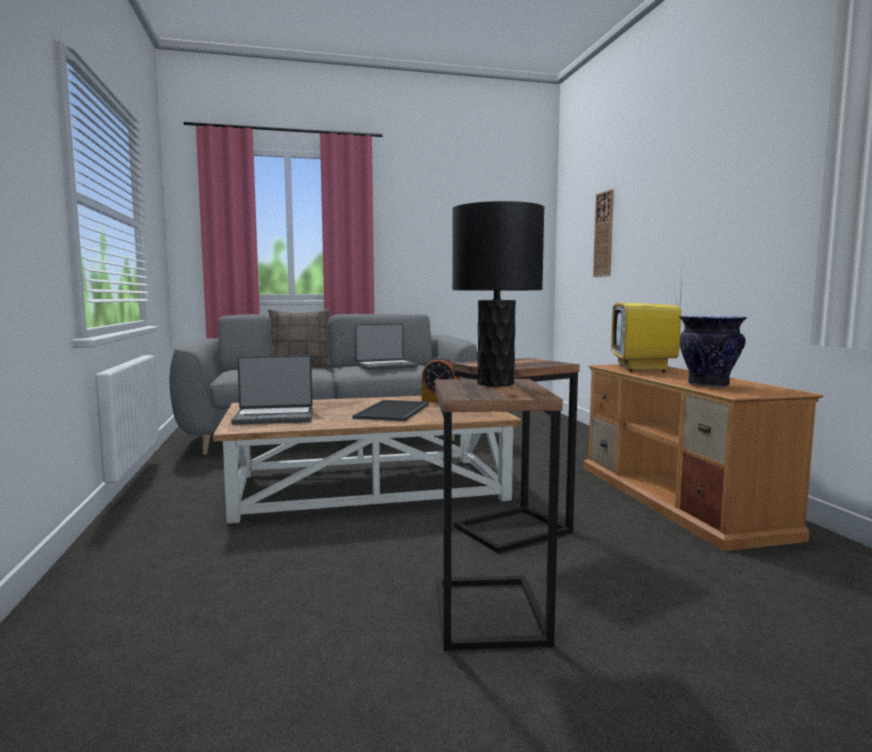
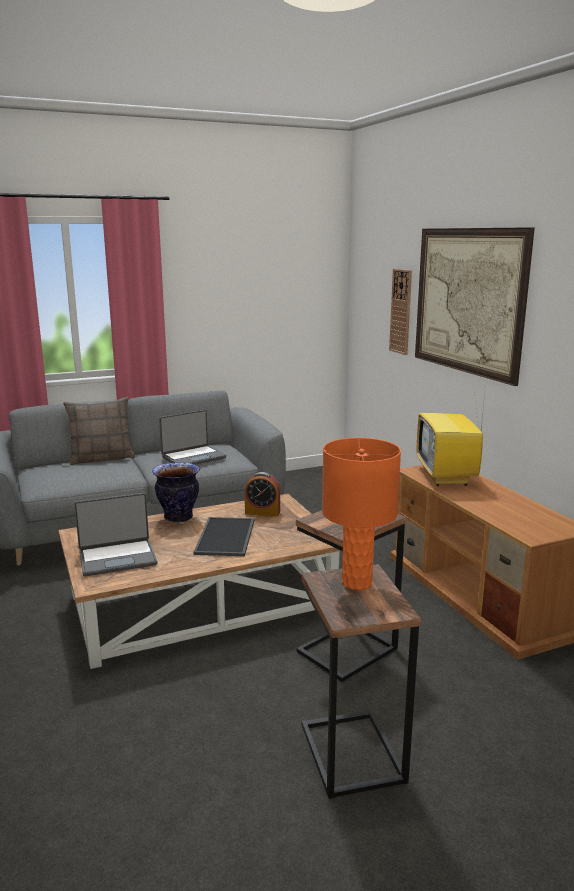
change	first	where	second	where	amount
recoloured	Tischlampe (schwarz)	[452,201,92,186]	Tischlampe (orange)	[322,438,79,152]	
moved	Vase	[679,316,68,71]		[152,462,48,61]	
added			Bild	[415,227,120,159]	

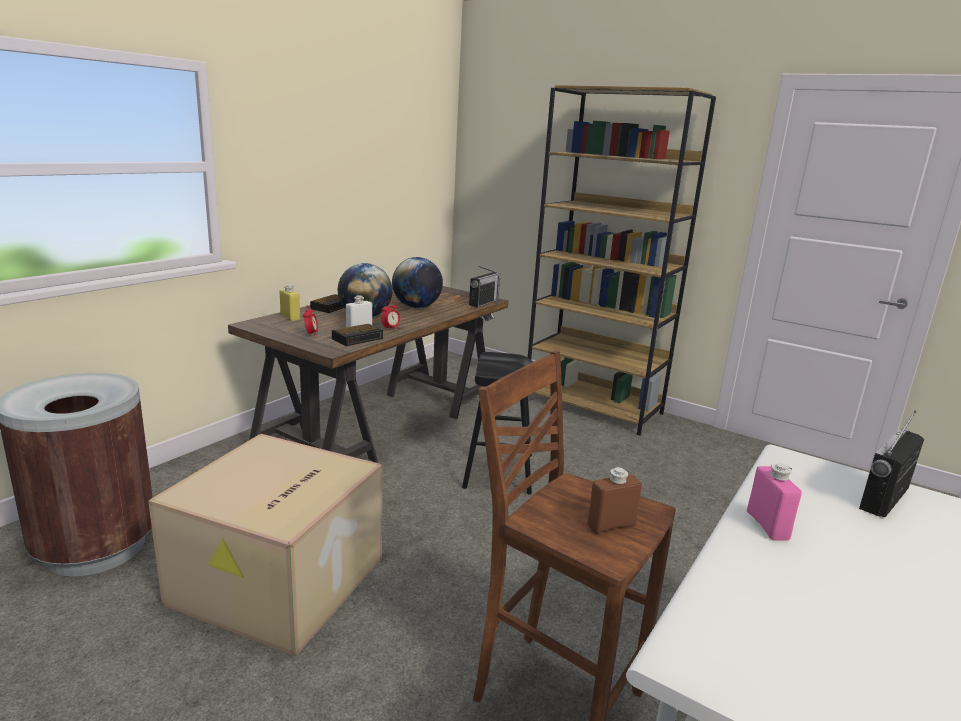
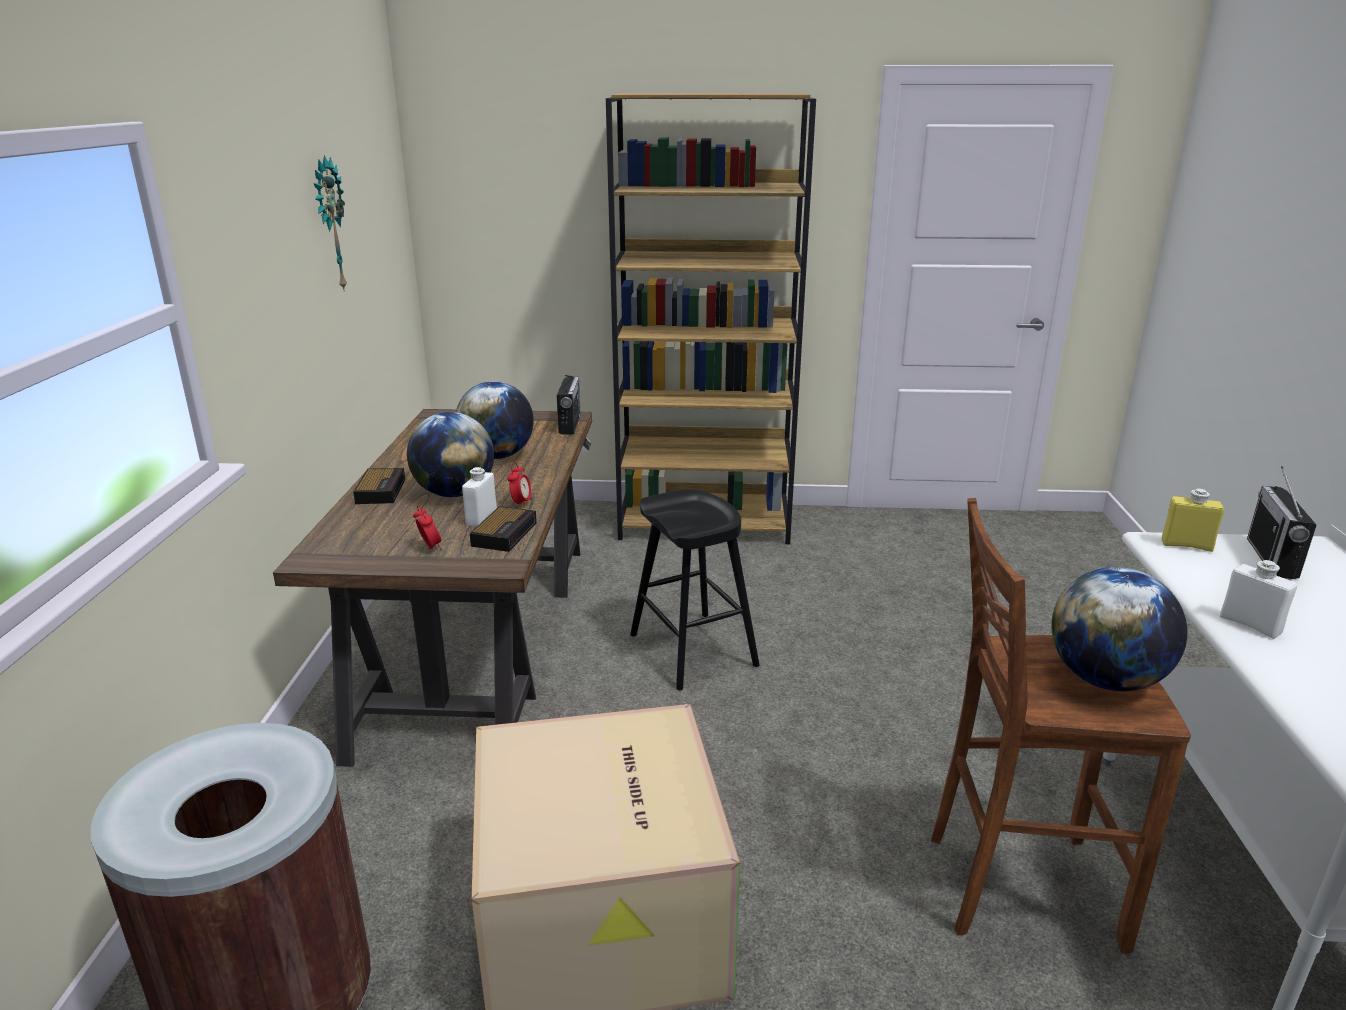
change	first	where	second	where	amount
moved	Flasche (gelb)	[280,285,20,36]		[1162,488,62,64]	
replaced	Flasche (braun)	[588,467,54,66]	Globus	[1051,567,137,124]	
recoloured	Flasche (rosa)	[747,463,55,78]	Flasche (weiß)	[1220,560,77,79]	
added			Wanduhr	[314,155,33,137]	

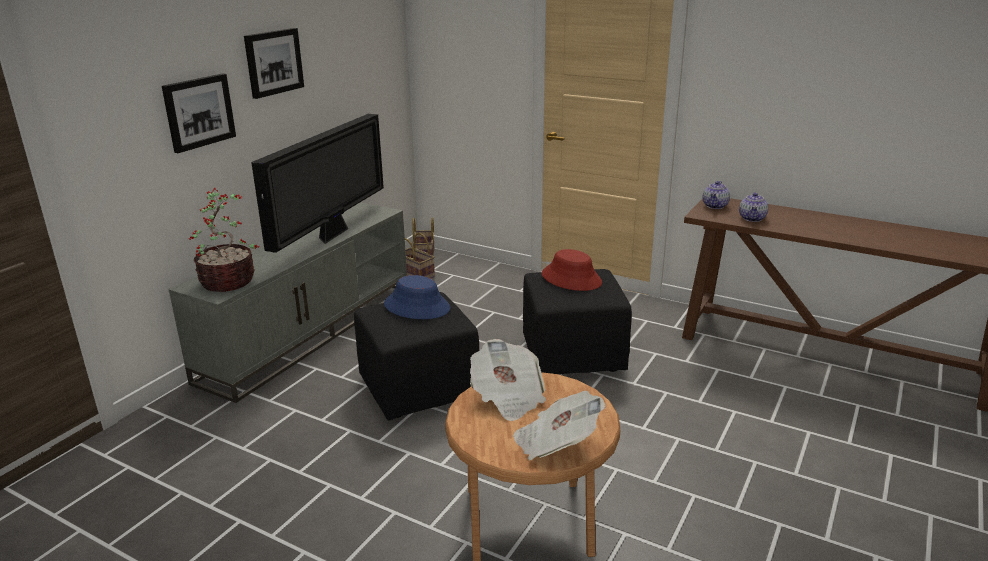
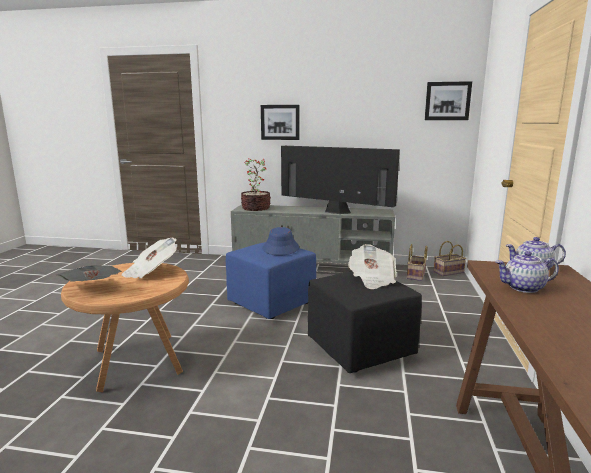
change	first	where	second	where	amount
moved	Bild	[244,28,60,71]		[425,81,47,39]	
turned	Fernseher	[251,114,133,139]		[281,146,119,68]	150 degrees counterclockwise
recoloured	Polsterhocker (schwarz)	[354,292,125,129]	Polsterhocker (blau)	[226,242,90,77]	
replaced	Hut (rot)	[542,249,60,42]	Zeitung	[348,244,49,45]	

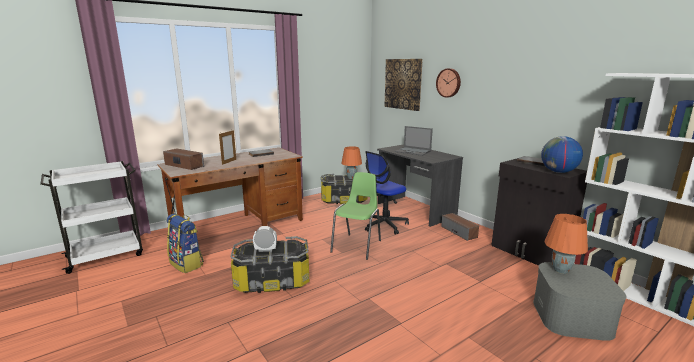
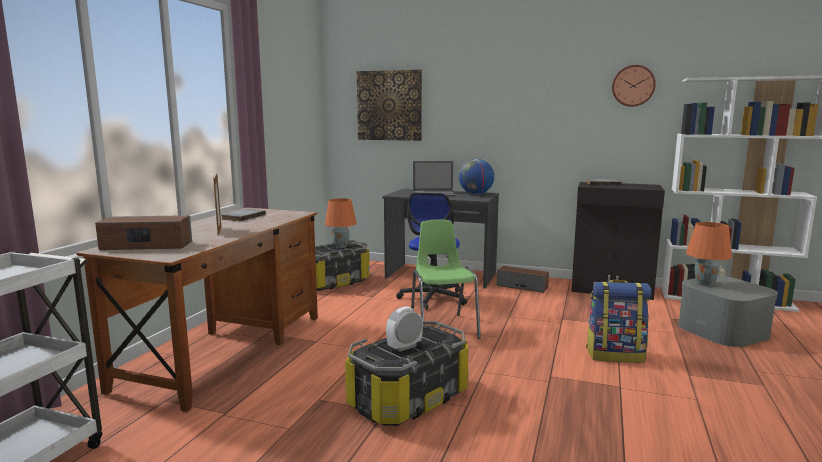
change	first	where	second	where	amount
moved	Rucksack	[167,214,37,59]		[586,280,65,83]	
moved	Wanduhr	[436,68,25,30]		[612,65,44,42]	
moved	Globus	[541,136,42,37]		[459,159,35,36]	

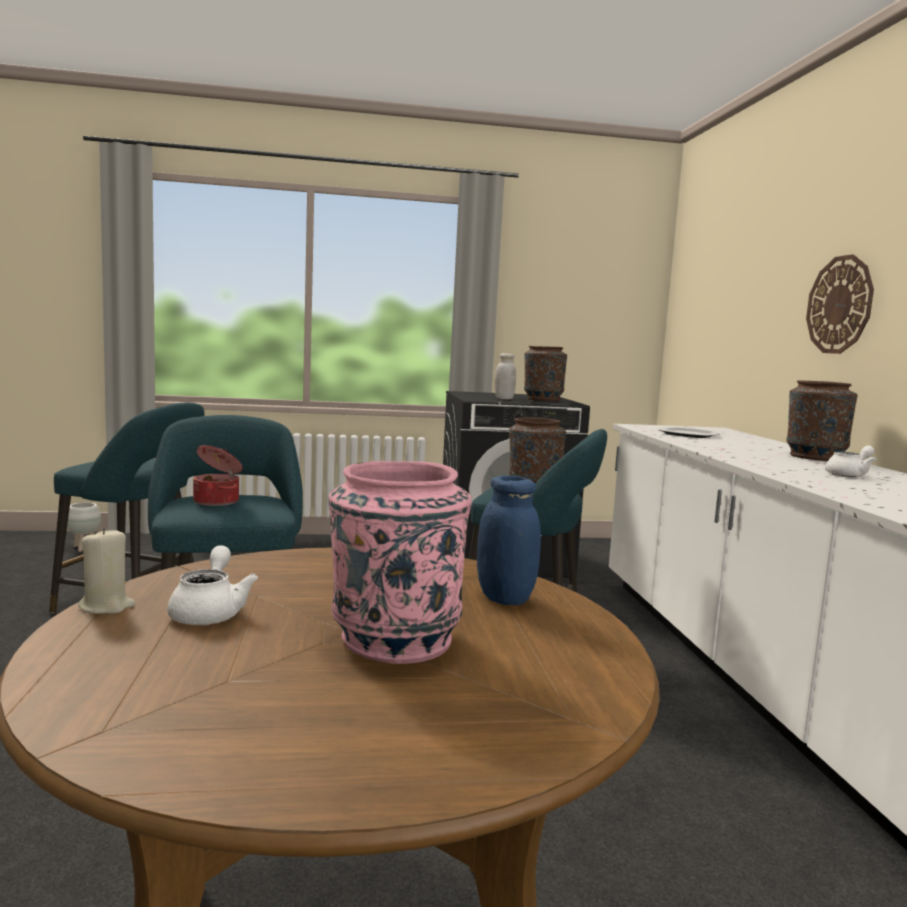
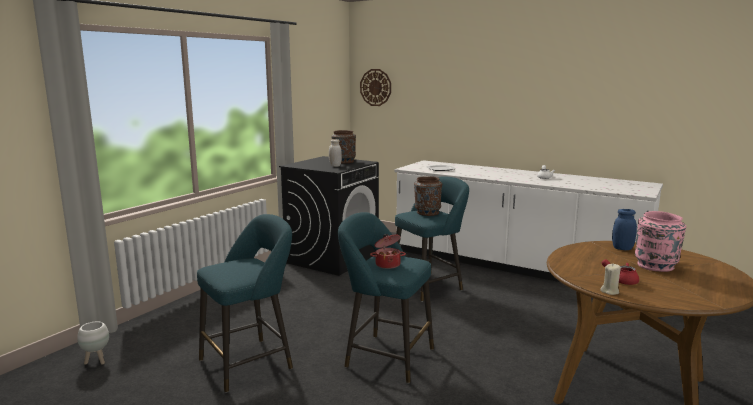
change	first	where	second	where	amount
recoloured	Teekanne (weiß)	[167,545,91,80]	Teekanne (rot)	[602,259,37,26]	
removed	Vase (braun)	[786,380,71,81]			
moved	Wanduhr	[806,254,68,100]		[360,69,31,37]	

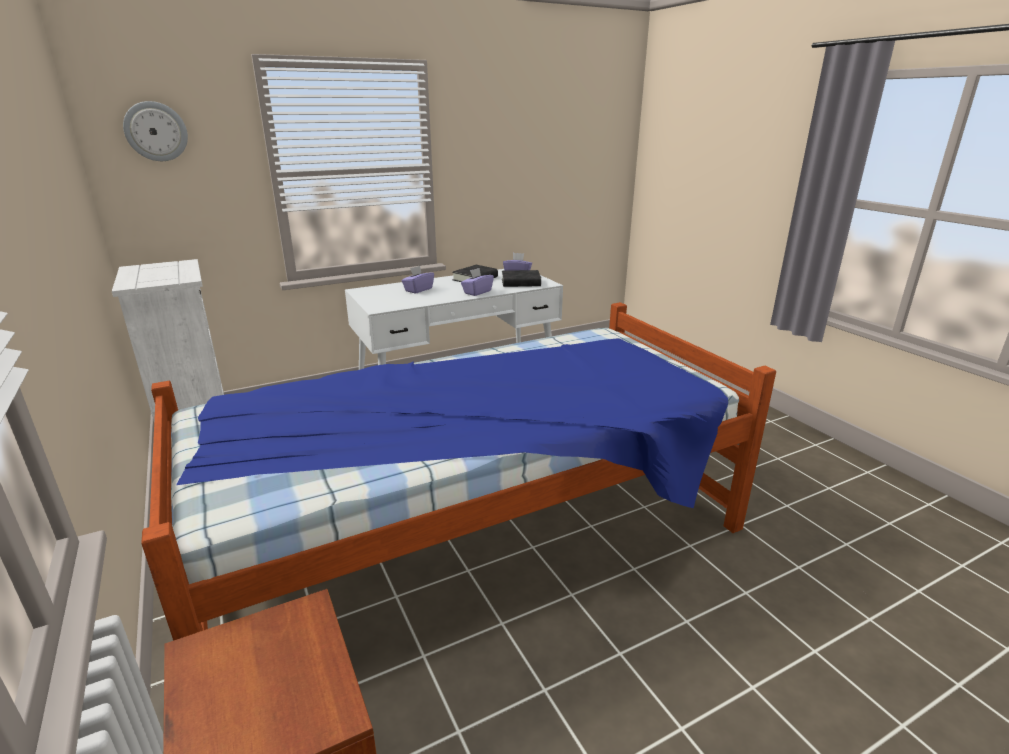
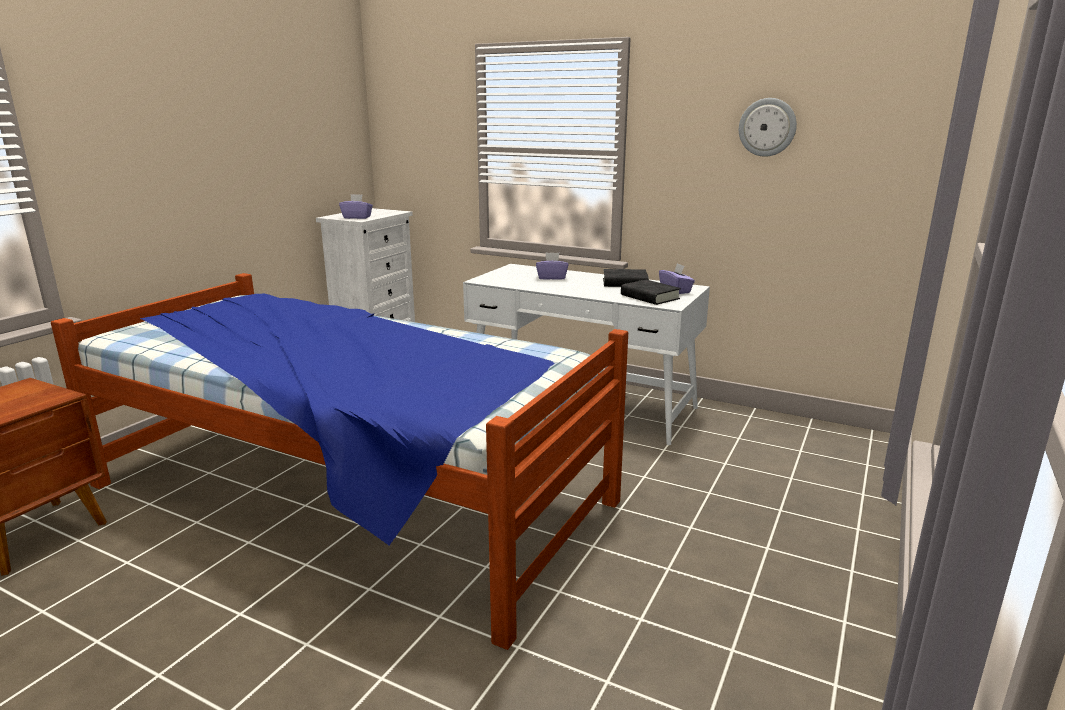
change	first	where	second	where	amount
moved	Wanduhr	[123,101,65,60]		[739,98,58,59]	
moved	Taschentuchbox (lila)	[461,268,33,28]		[339,194,34,25]	

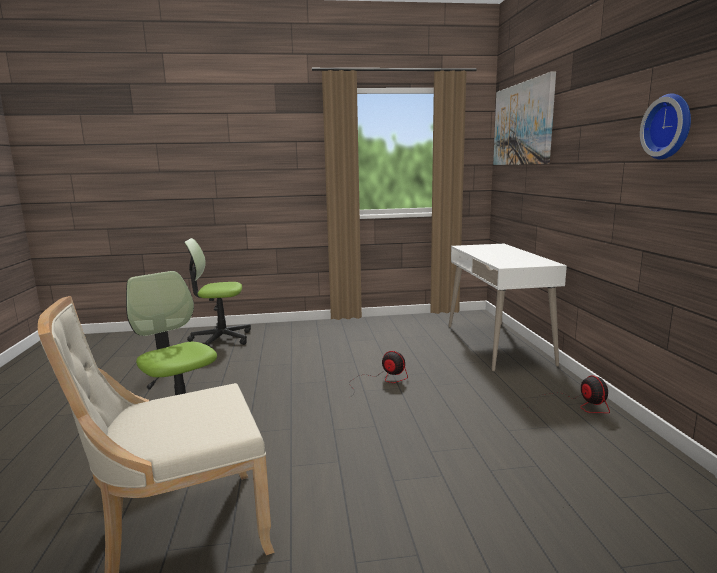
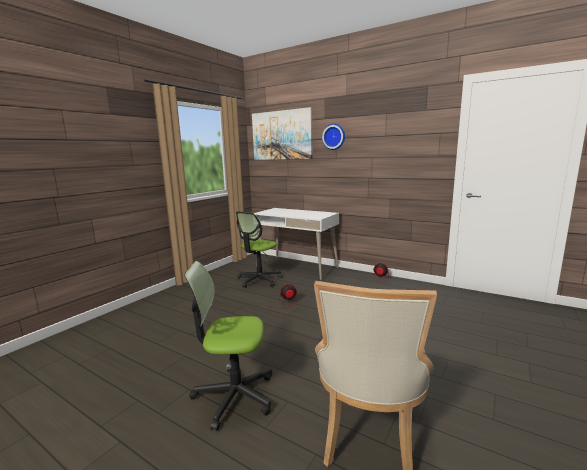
change	first	where	second	where	amount
moved	Bürostuhl	[184,238,67,109]		[236,211,46,77]	
moved	Wanduhr	[640,94,51,65]		[322,124,23,26]	

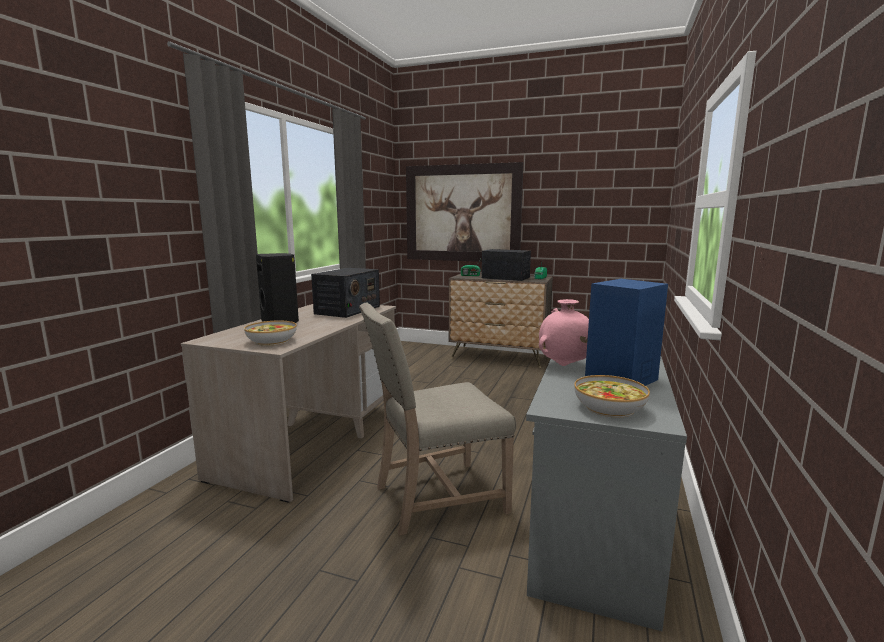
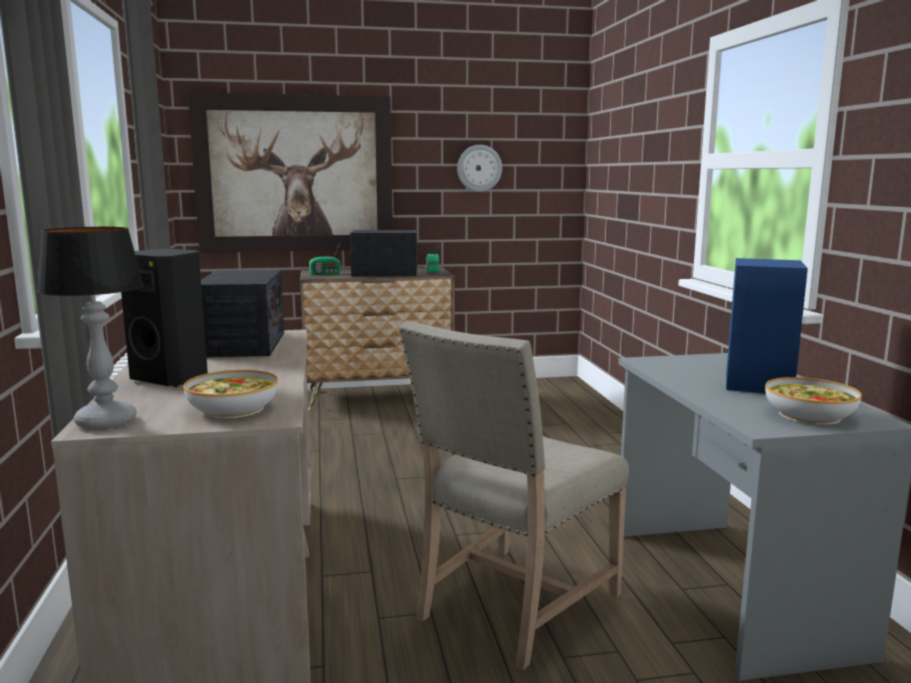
change	first	where	second	where	amount
removed	Vase (rosa)	[539,299,50,67]			
added			Tischlampe	[37,227,107,203]	
added			Wanduhr	[457,145,45,47]	

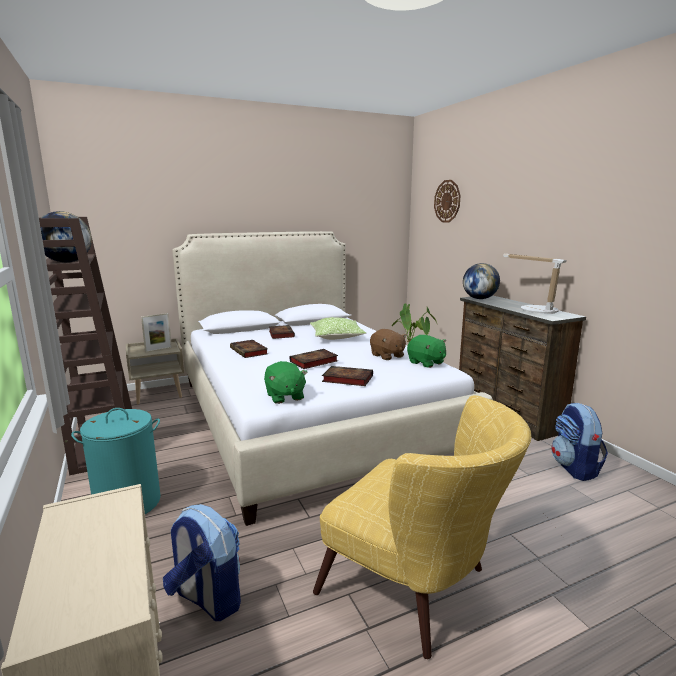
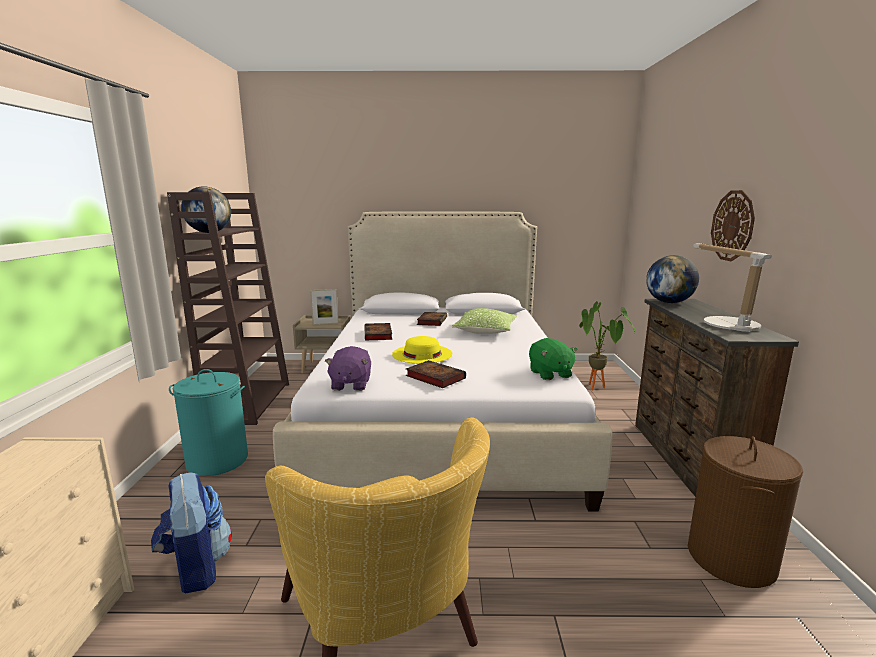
change	first	where	second	where	amount
recoloured	Plüschtier (grün)	[264,361,43,43]	Plüschtier (lila)	[325,346,46,45]	
replaced	Buch	[290,349,48,20]	Hut (gelb)	[392,336,60,28]	
removed	Plüschtier (braun)	[370,329,37,31]			
moved	Wanduhr	[434,180,27,43]		[711,190,44,71]	
replaced	Rucksack	[551,403,57,78]	Wäschekorb (braun)	[688,436,115,152]	

